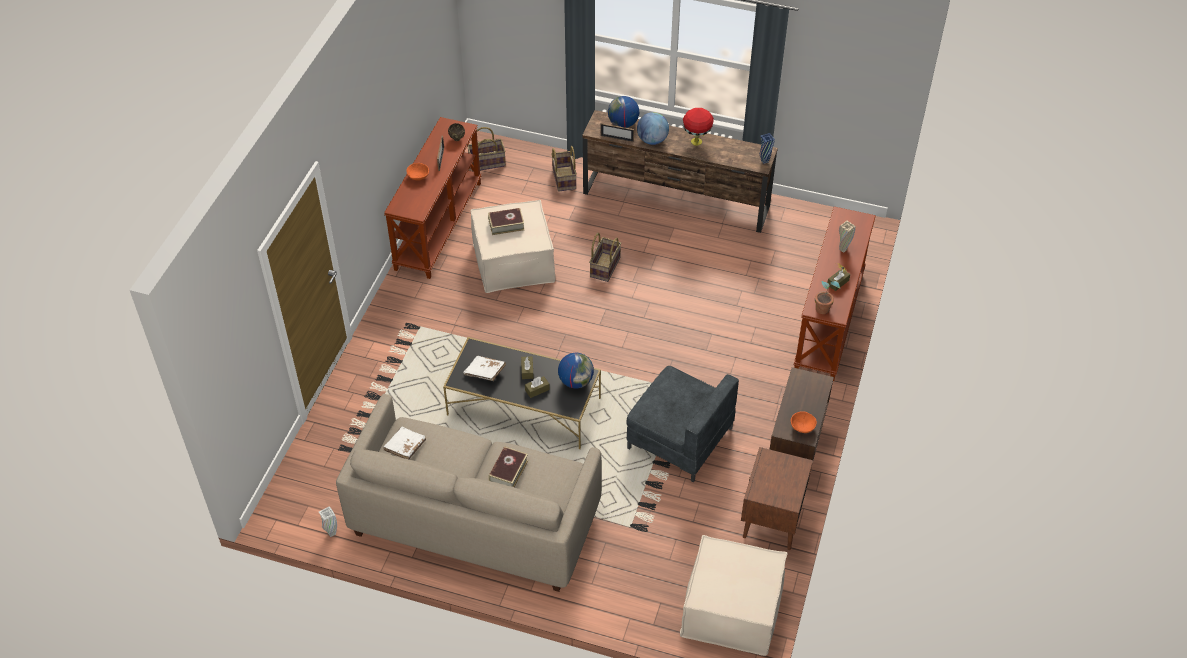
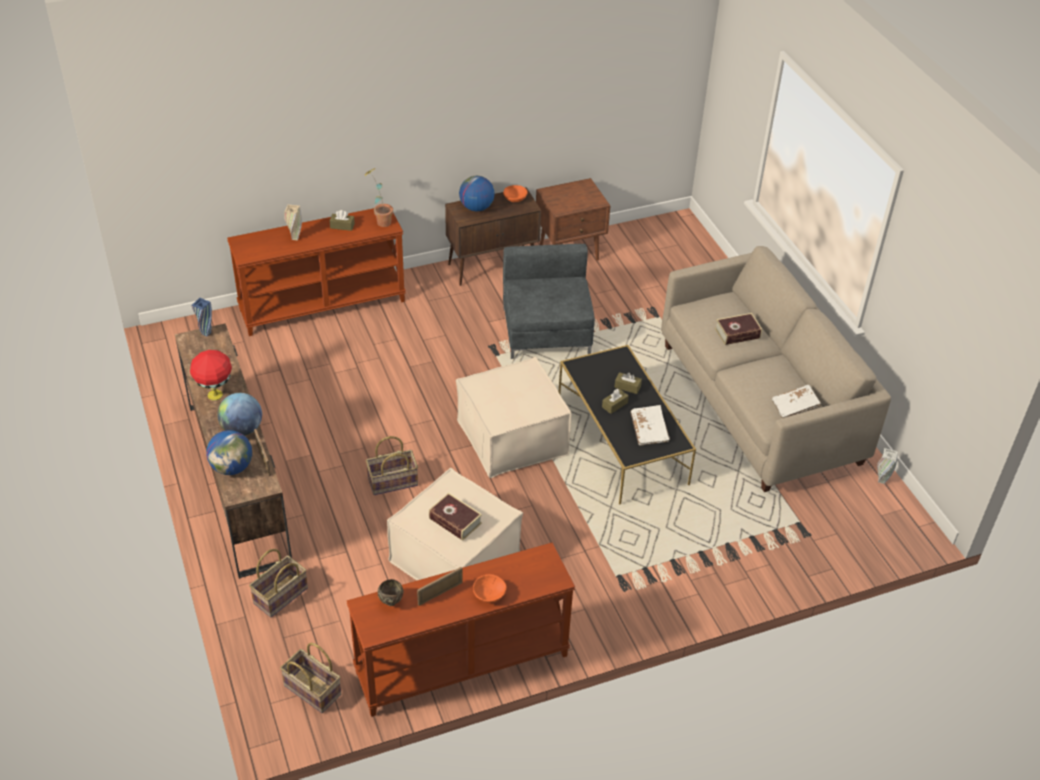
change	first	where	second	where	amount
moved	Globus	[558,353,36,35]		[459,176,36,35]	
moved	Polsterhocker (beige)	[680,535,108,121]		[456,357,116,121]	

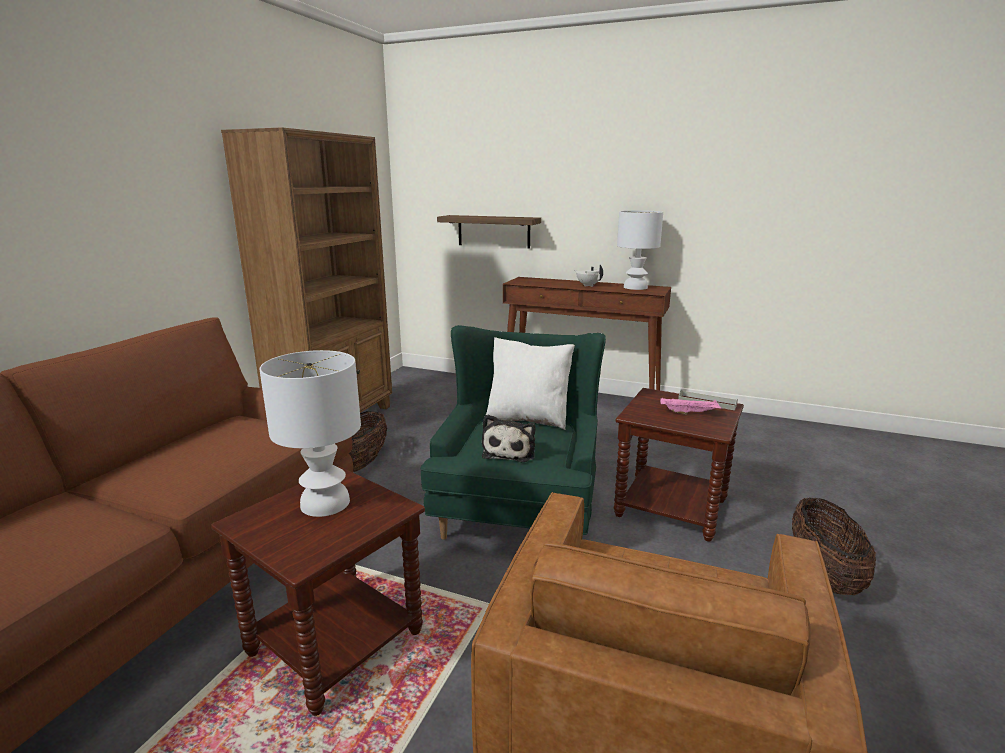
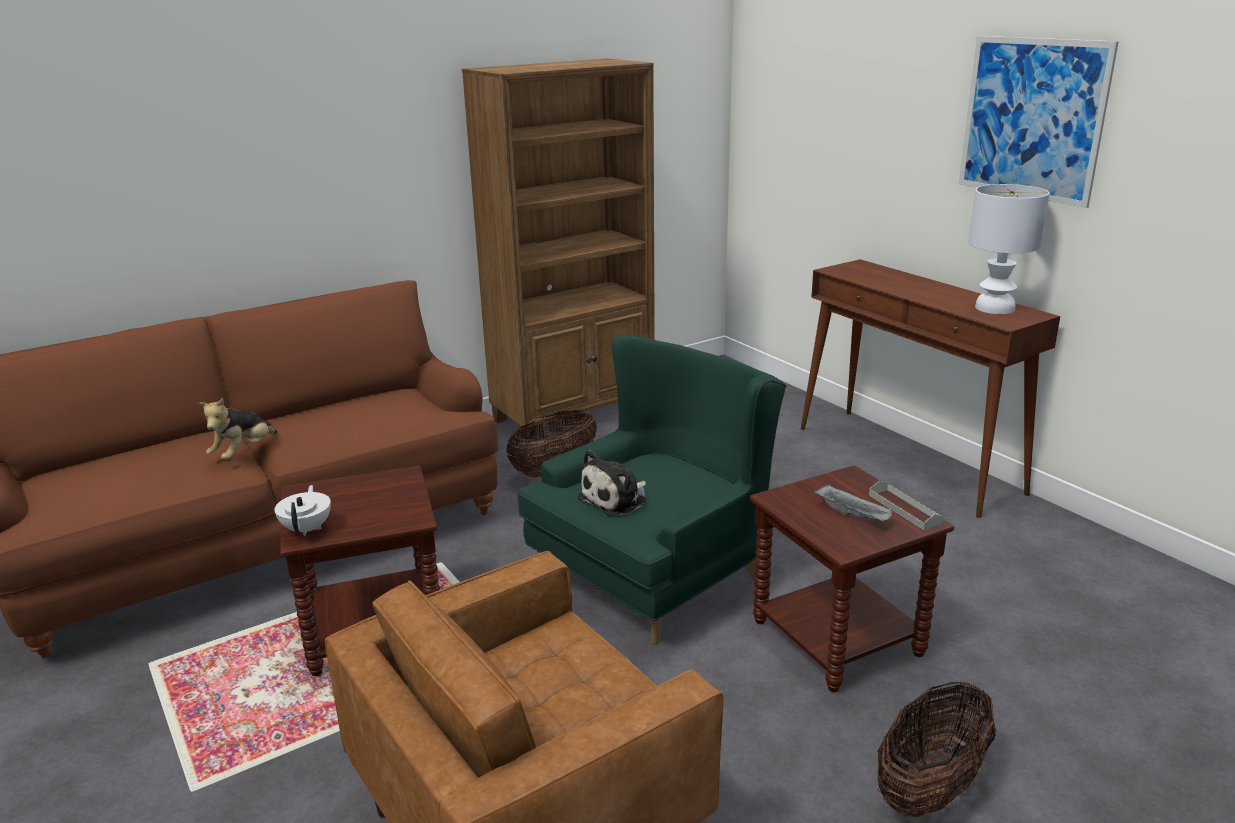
change	first	where	second	where	amount
removed	Tischlampe (weiß)	[259,350,102,167]			
removed	Wandregal	[437,215,104,34]			
removed	Kissen (weiß)	[485,337,90,93]			
moved	Teekanne (weiß)	[575,265,28,22]		[275,485,56,51]	
recoloured	Tablett (rosa)	[660,397,62,18]	Tablett (grau)	[815,485,78,36]	
added			Plüschtier	[198,398,79,62]	
added			Bild	[959,36,160,172]	

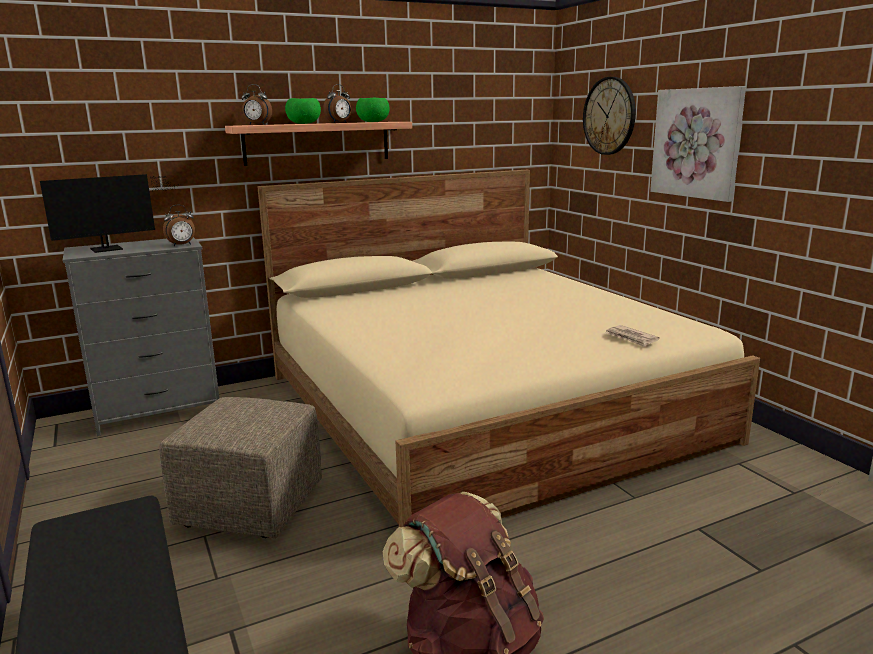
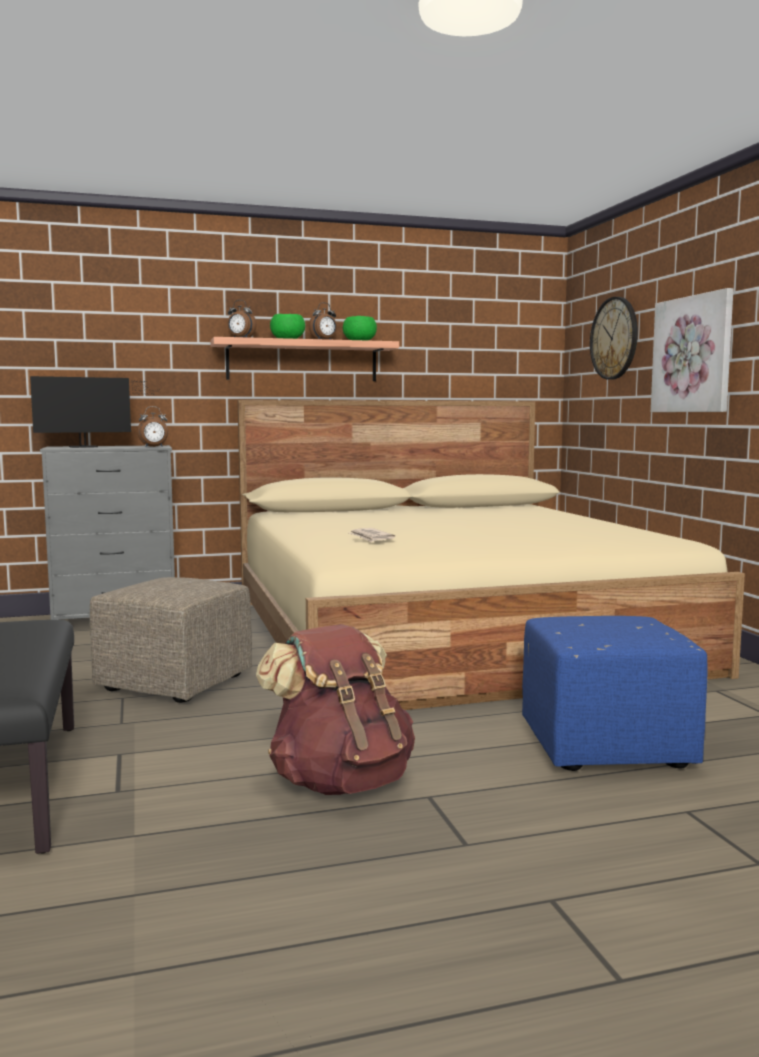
change	first	where	second	where	amount
moved	Zeitung	[605,325,55,22]		[349,528,46,14]	
added			Polsterhocker (blau)	[522,616,186,155]	

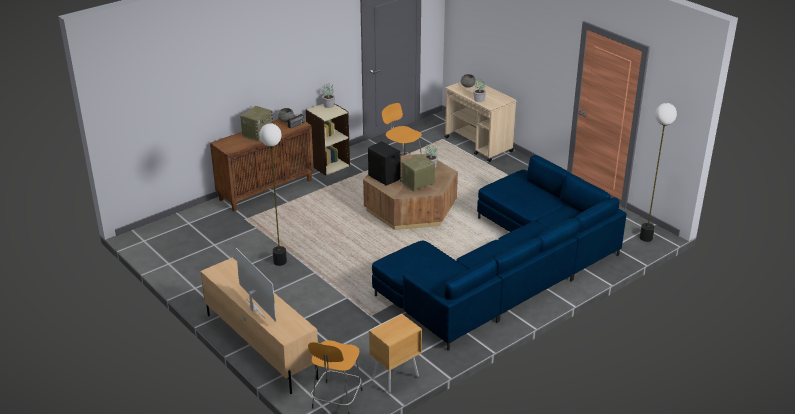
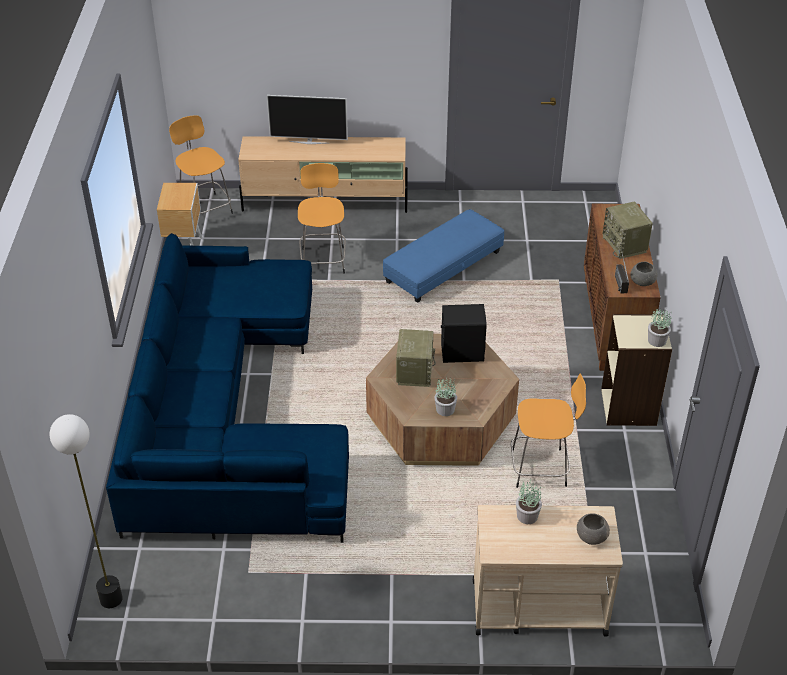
change	first	where	second	where	amount
replaced	Stehlampe	[259,123,28,143]	Polsterhocker (blau)	[383,209,121,94]	
added			Hocker (orange)	[298,163,48,111]	

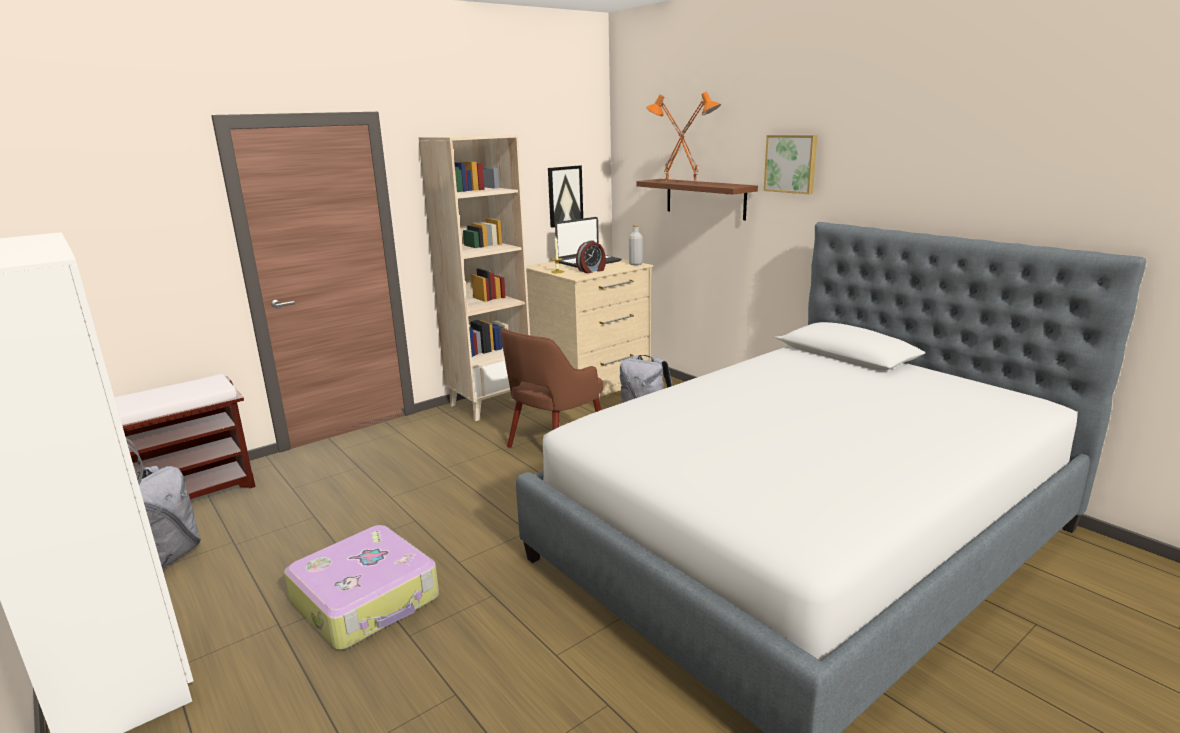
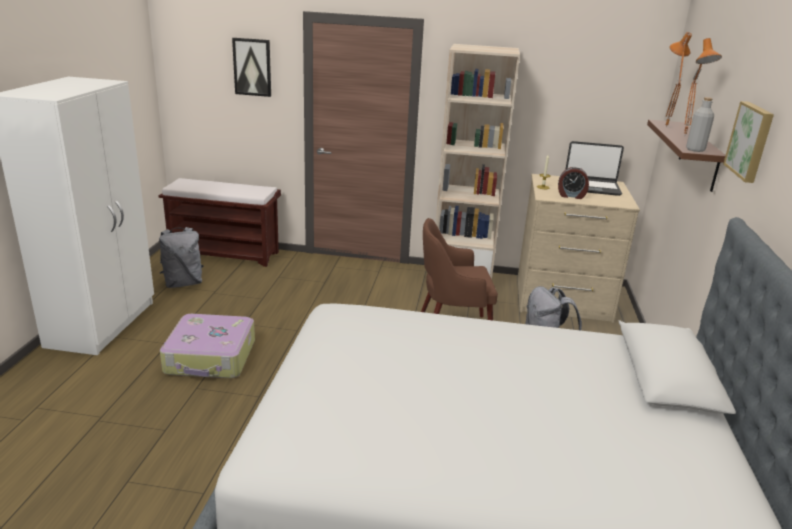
change	first	where	second	where	amount
moved	Bild	[548,165,35,63]		[232,38,39,59]	
moved	Flasche (grau)	[629,225,14,40]		[686,97,28,55]	

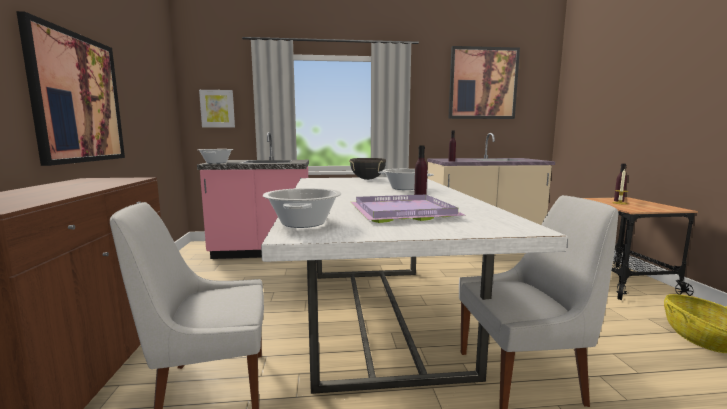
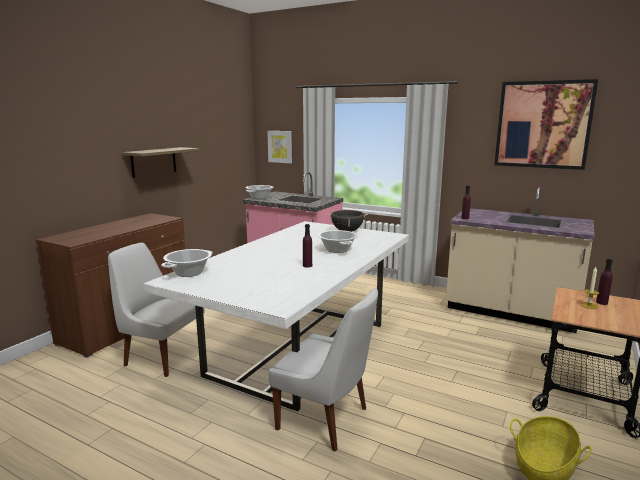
change	first	where	second	where	amount
replaced	Bild	[16,11,109,155]	Wandregal	[122,147,78,31]	
removed	Tablett (lila)	[351,195,114,28]			

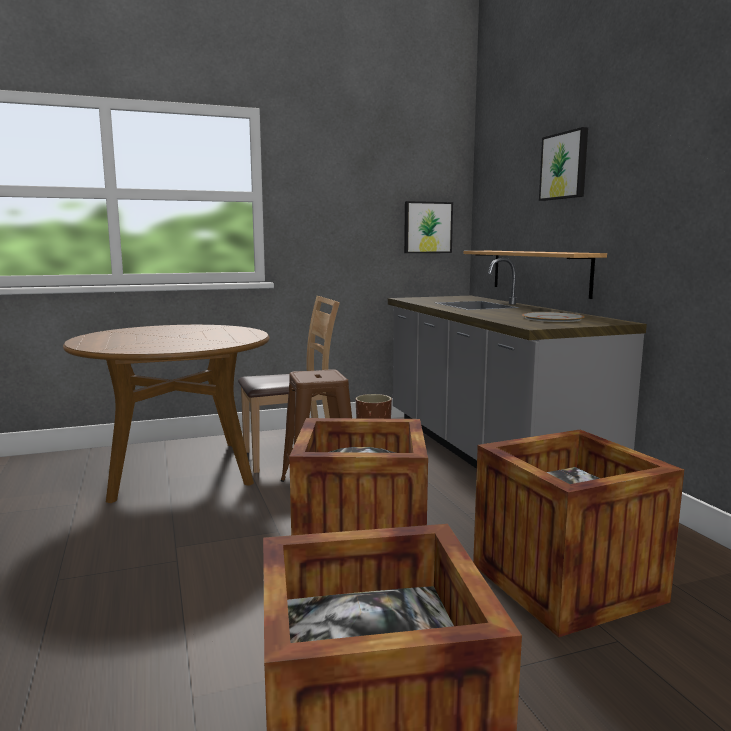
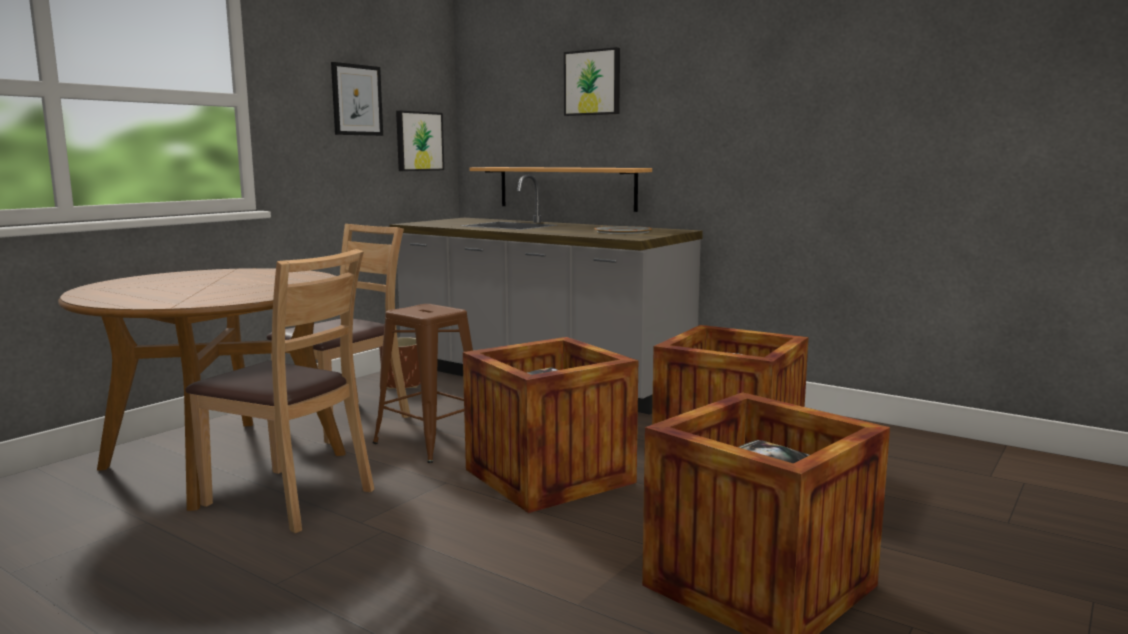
change	first	where	second	where	amount
added			Stuhl (braun)	[185,249,189,284]	
added			Bild	[331,62,52,74]	

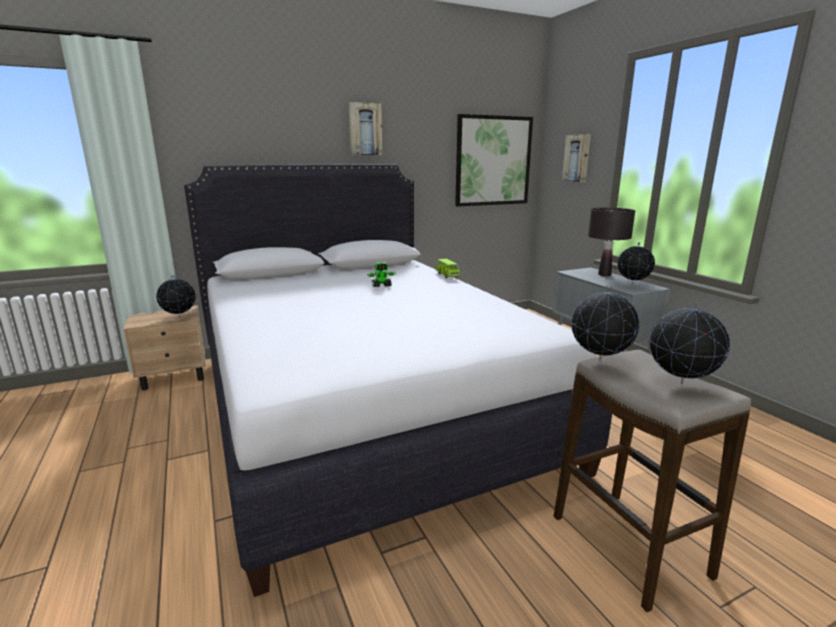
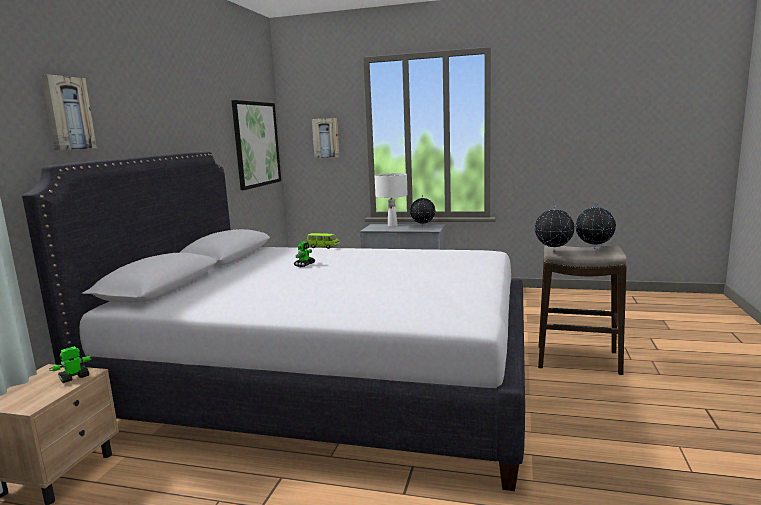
change	first	where	second	where	amount
replaced	Globus	[156,275,39,43]	Spielzeugroboter	[49,346,44,37]	
moved	Bild	[349,102,34,53]		[41,74,56,77]	
recoloured	Tischlampe (schwarz)	[588,208,47,68]	Tischlampe (weiß)	[375,173,33,54]	

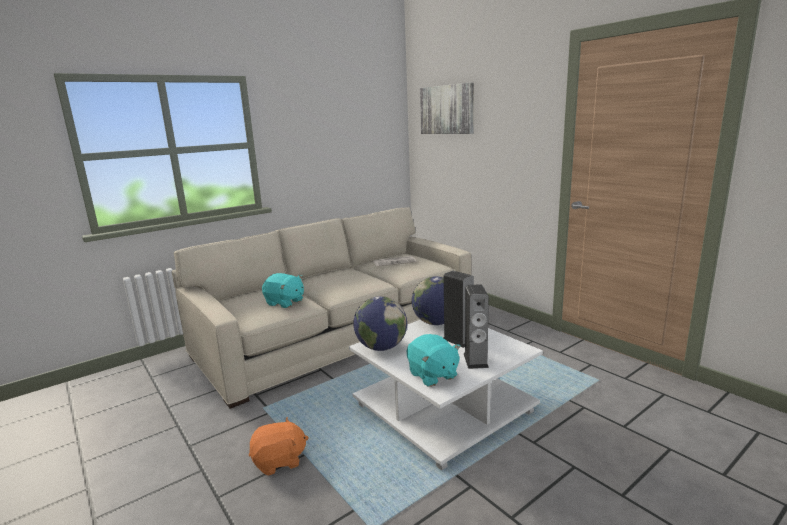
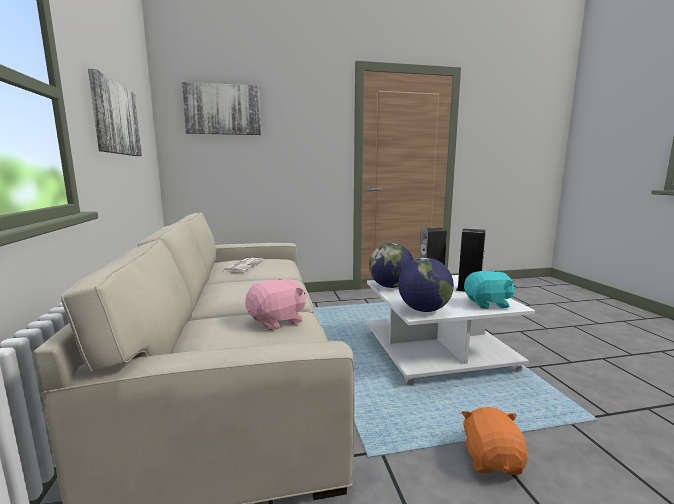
change	first	where	second	where	amount
recoloured	Plüschtier (türkis)	[262,273,42,35]	Plüschtier (rosa)	[245,279,61,51]	
added			Bild	[88,69,54,87]	

